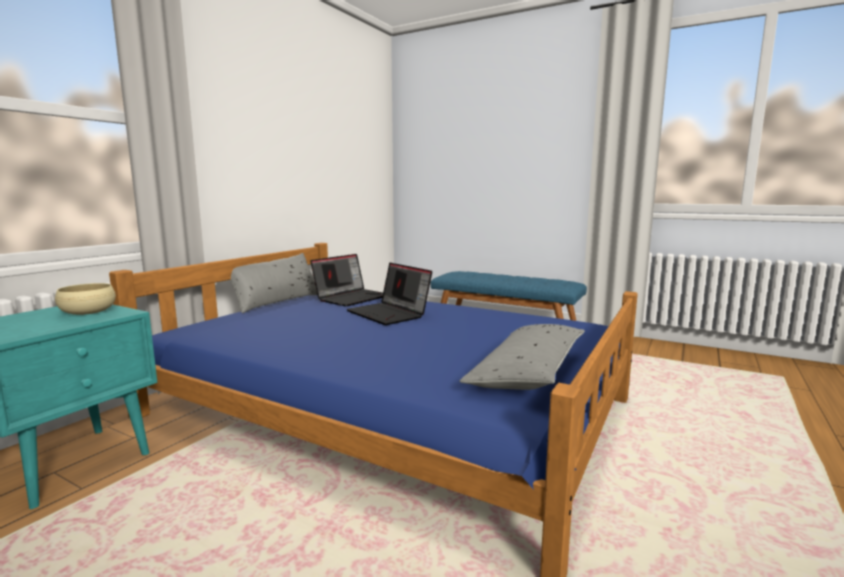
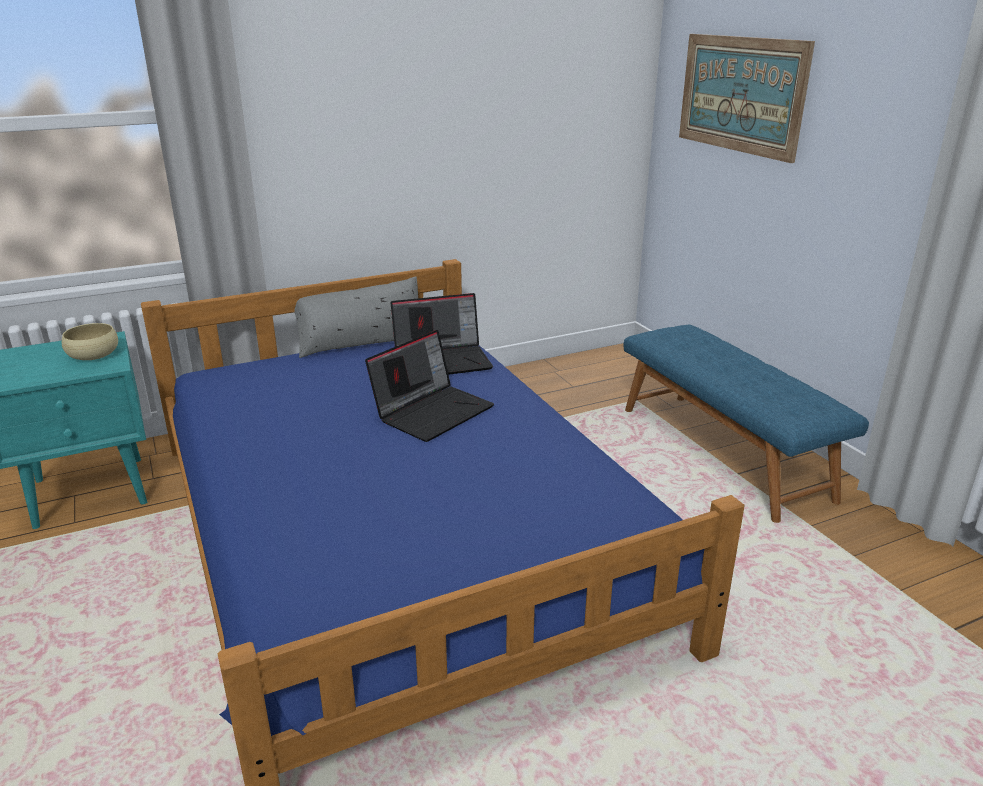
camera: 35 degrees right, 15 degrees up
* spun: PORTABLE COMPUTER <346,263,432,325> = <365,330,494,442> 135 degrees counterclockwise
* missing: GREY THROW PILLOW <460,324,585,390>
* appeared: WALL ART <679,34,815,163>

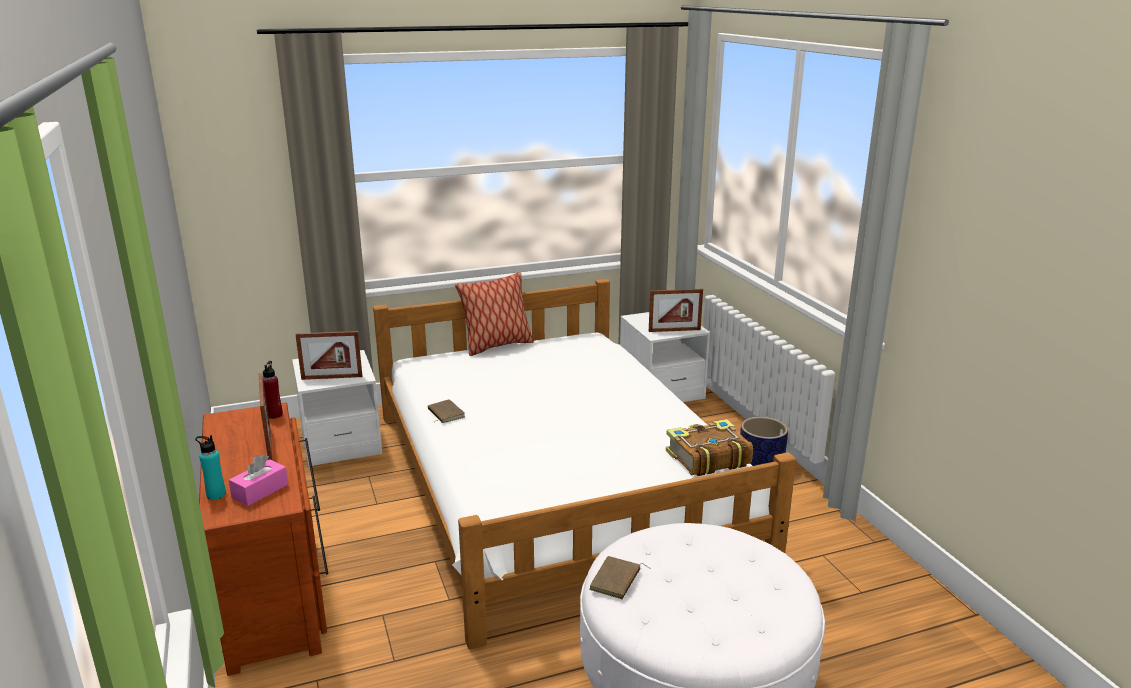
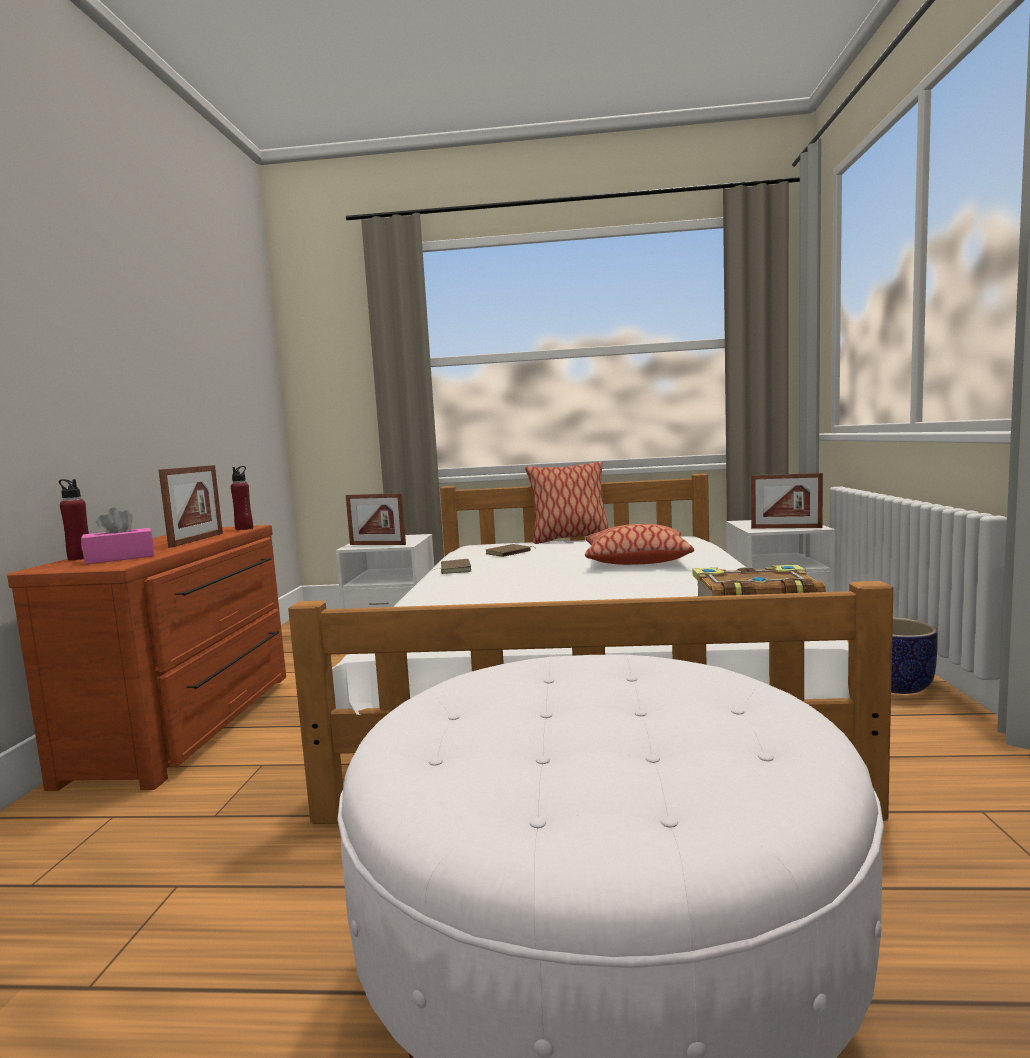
camera: 25 degrees right, 15 degrees down
* colour: TURQUOISE-COLOURED DRINK BOTTLE <195,435,226,500> to RED-COLOURED DRINK BOTTLE <59,479,89,560>
* relocated: BROWN-COLOURED VOLUME <589,556,651,599> to <486,544,535,557>
* appeared: THROW PILLOW <585,524,694,565>

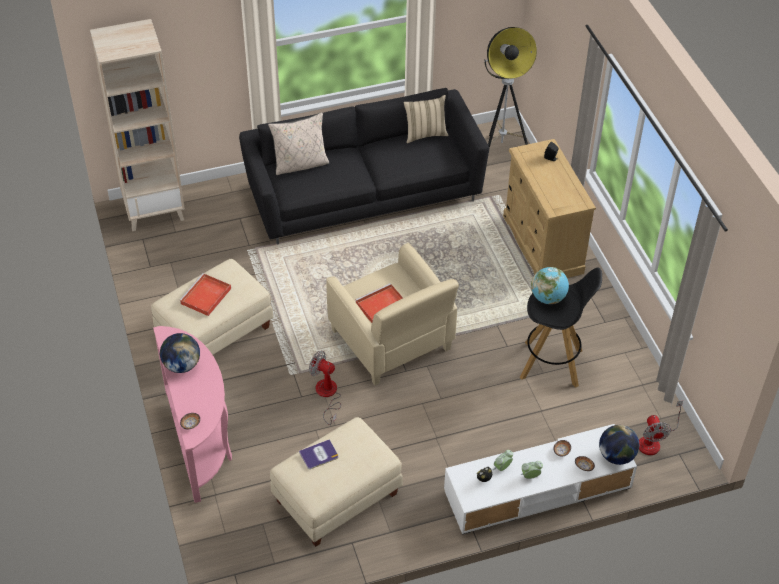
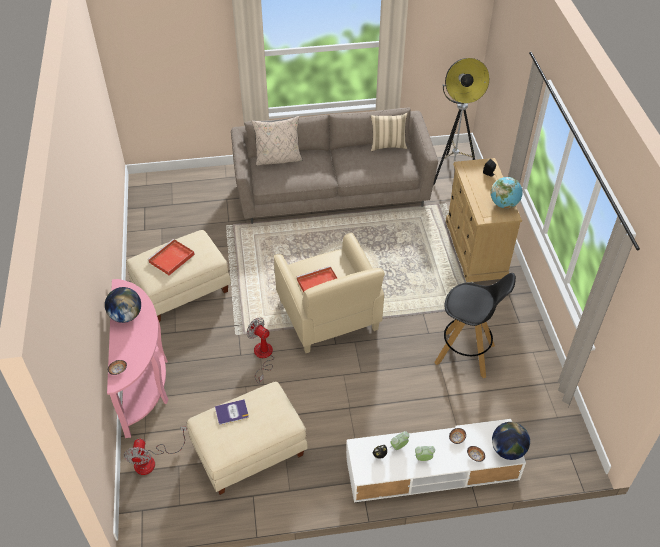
camera: 10 degrees right, 0 degrees up
* missing: SAND-COLOURED BOOKCASE <90,19,185,231>
* colour: BLACKISH SOFA <239,88,489,245> to SAND-COLOURED SOFA <231,107,438,224>
* relocated: GLOBE <531,267,569,304> to <491,177,523,208>
* relocated: ELECTRIC FAN <639,401,683,455> to <124,427,187,475>

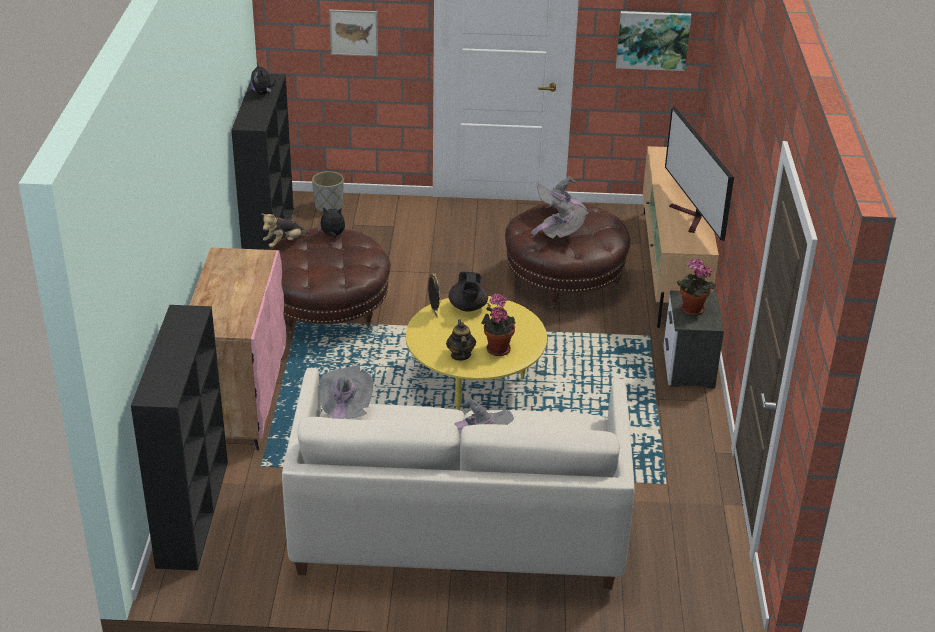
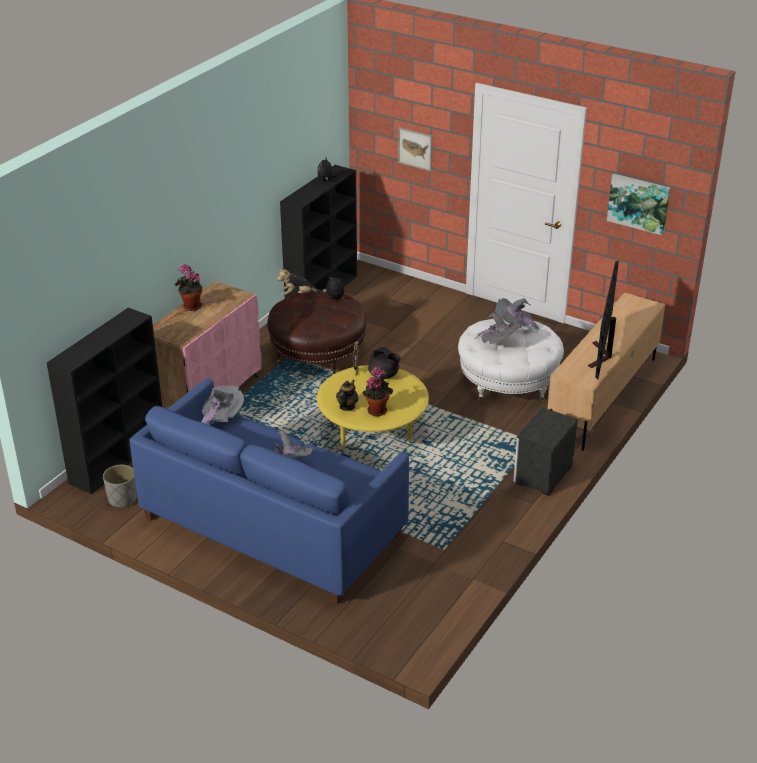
camera: 30 degrees right, 0 degrees up
* relocated: GREY PLANTER <312,171,344,211> to <103,465,137,508>
* colour: BROWN-COLOURED OTTOMAN <505,203,630,309> to WHITISH OTTOMAN <458,319,564,400>
* relocated: POTTED PLANT <677,259,716,316> to <174,264,202,311>
* spun: BLACKISH POT FOR TEA <449,272,488,312> = <368,347,401,379> 75 degrees counterclockwise
* colour: WHITISH SOFA <282,368,634,589> to BLUE-COLOURED SOFA <129,378,409,605>

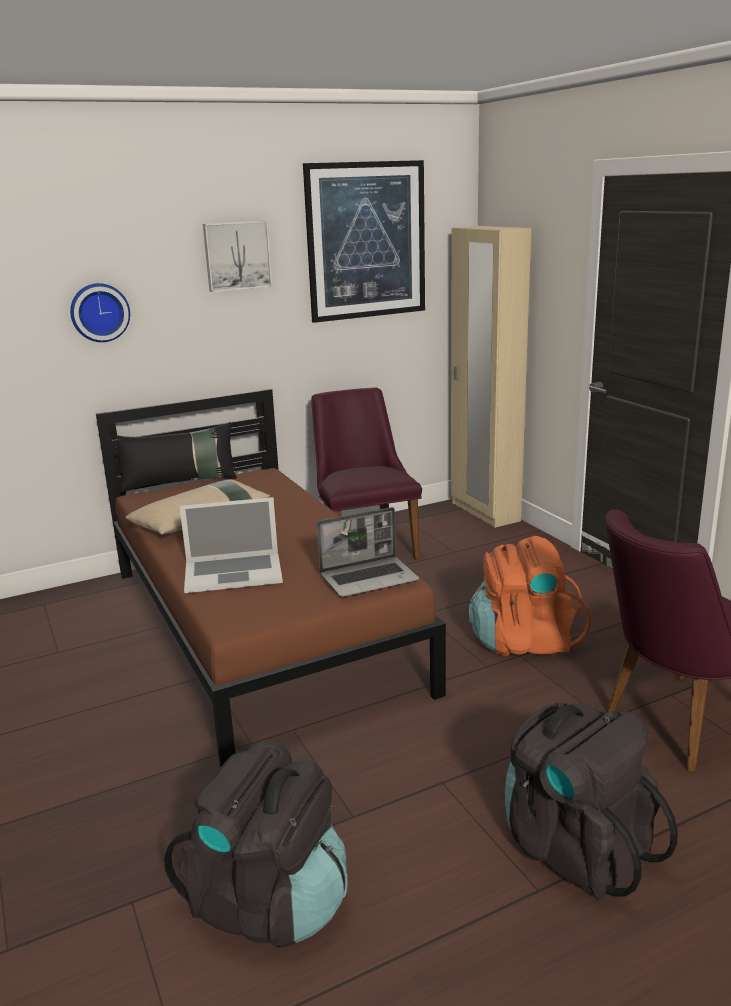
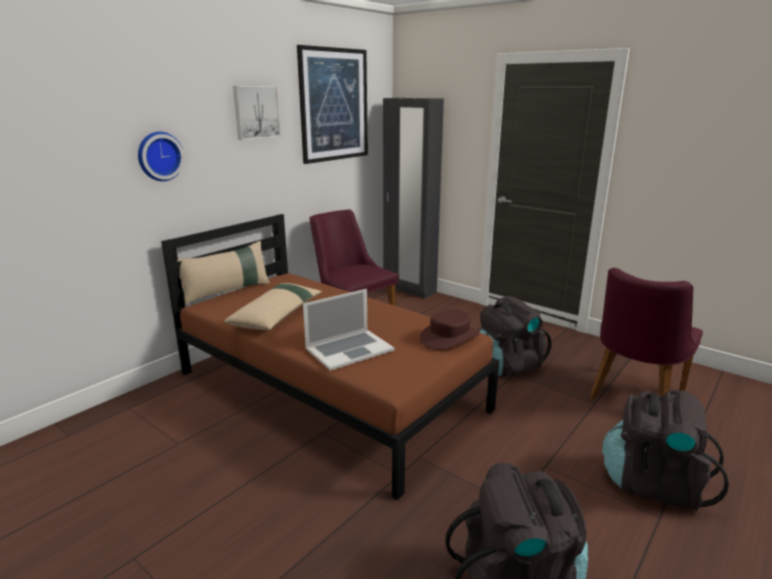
camera: 25 degrees left, 0 degrees up
* colour: SAND-COLOURED ARMOIRE <451,226,531,528> to BLACKISH ARMOIRE <383,98,444,299>
* colour: BLACKISH THROW PILLOW <116,422,237,493> to SAND-COLOURED THROW PILLOW <177,241,270,305>
* exchanged: PORTABLE COMPUTER <317,507,419,597> to BROWN-COLOURED HAT <420,309,479,350>
* colour: ORANGEY BACKPACK <469,536,591,656> to BLACKISH BACKPACK <480,296,552,377>

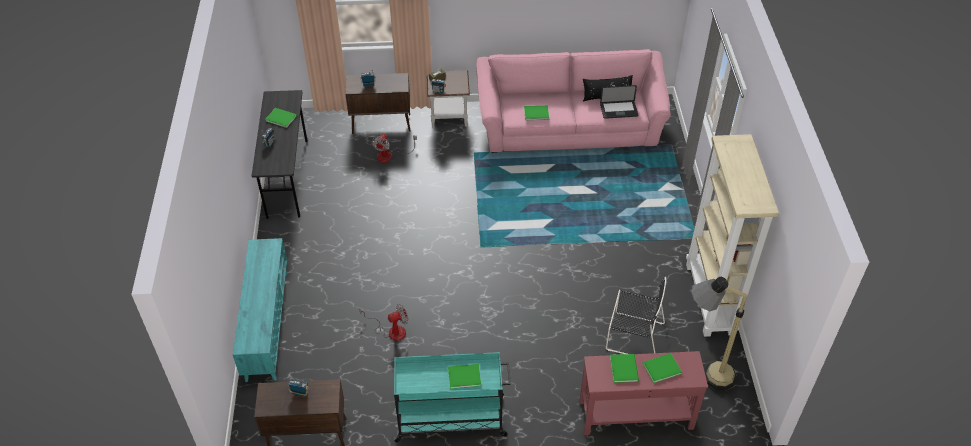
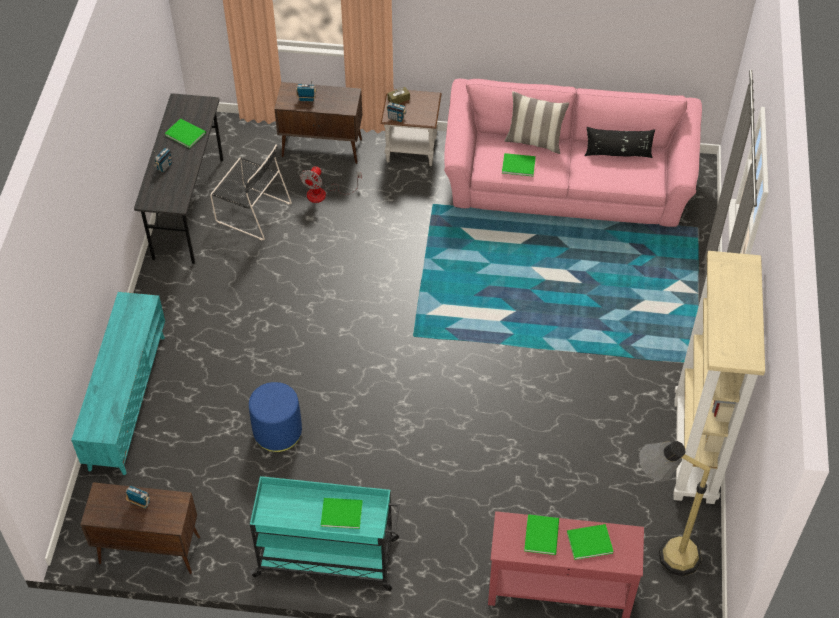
camera: 10 degrees right, 5 degrees up
* missing: PORTABLE COMPUTER <600,85,638,119>
* relocated: BLACKISH UPRIGHT CHAIR <606,277,666,354> to <210,145,292,240>
* exchanged: ELECTRIC FAN <359,304,408,341> to BLUE-COLOURED OTTOMAN <249,382,302,452>
* appeared: THROW PILLOW <505,91,569,154>

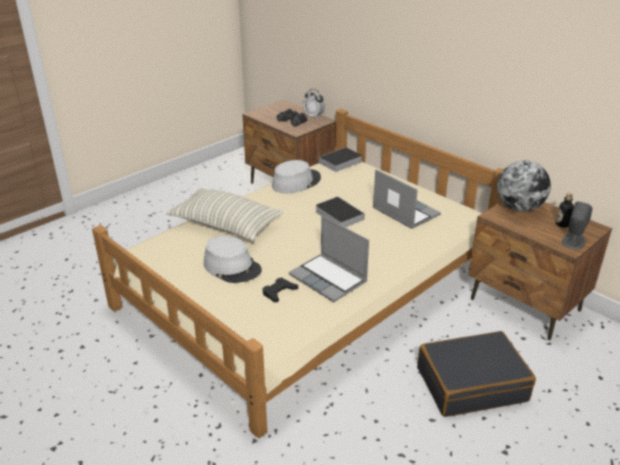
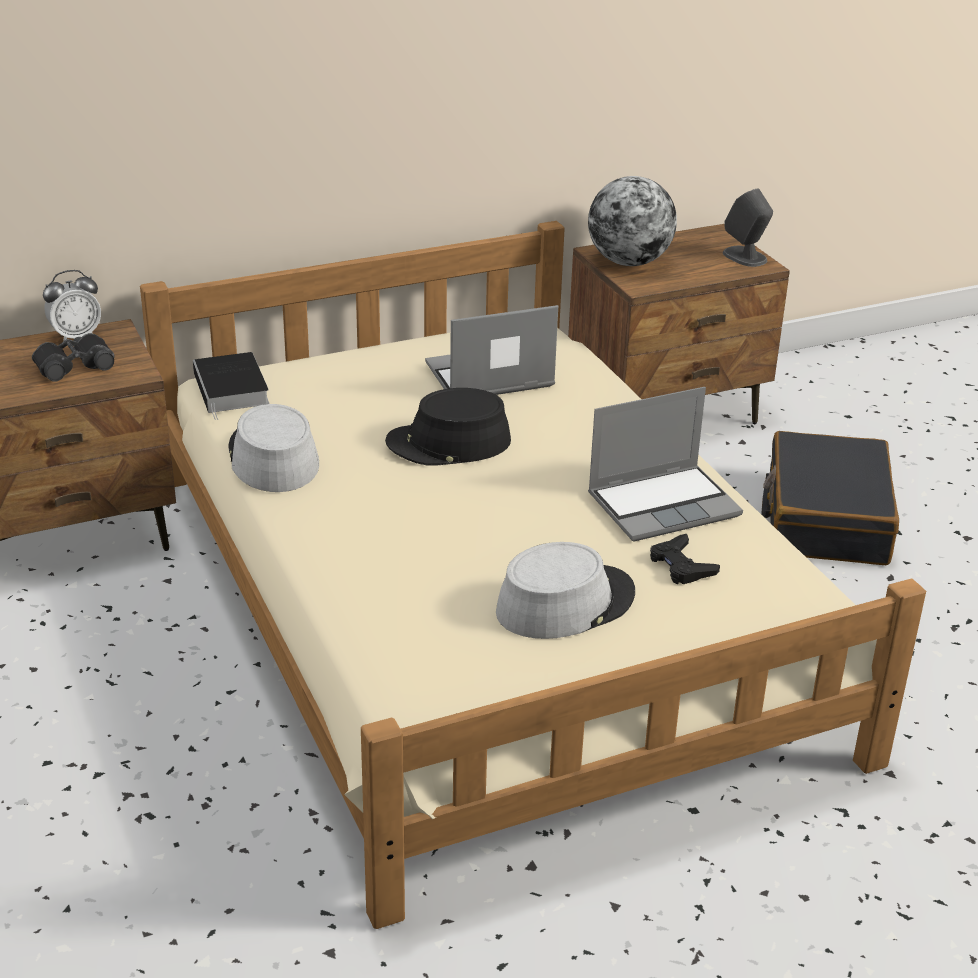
camera: 70 degrees left, 0 degrees up
* missing: THROW PILLOW <167,188,283,241>
* missing: DRINK BOTTLE <556,193,574,228>
* exchanged: VOLUME <315,197,365,227> to BLACKISH HAT <385,388,511,466>

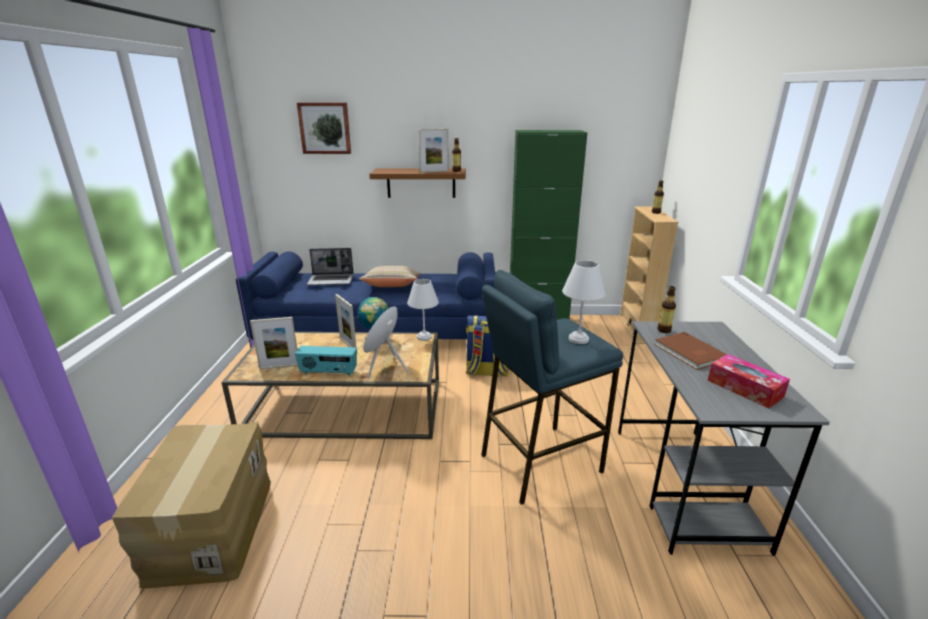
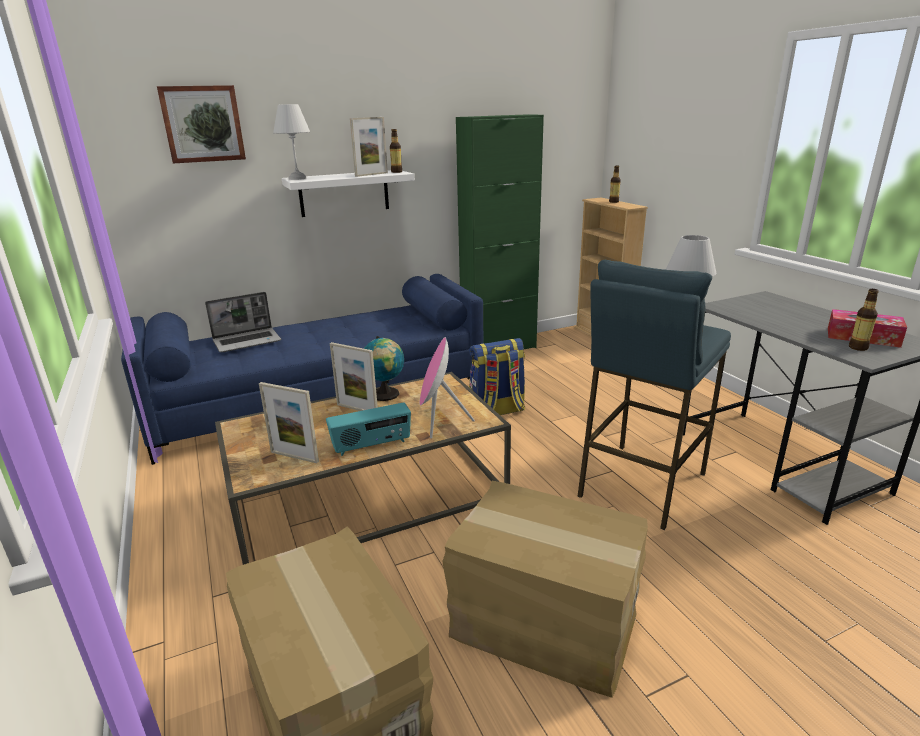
camera: 25 degrees left, 0 degrees up
* colour: BROWN-COLOURED SHELF <369,168,466,198> to WHITISH SHELF <282,170,415,217>
* missing: SAND-COLOURED THROW PILLOW <359,266,421,287>
* relocated: WHITISH TABLETOP LAMP <407,279,439,341> to <273,104,310,180>
* relocated: DRINK BOTTLE <657,286,676,333> to <849,289,879,351>
* spun: PHOTO FRAME <250,317,298,370> = <259,382,319,463> 60 degrees clockwise
* missing: BROWN-COLOURED VOLUME <654,332,727,370>
* appeared: CARTON <443,481,648,698>

